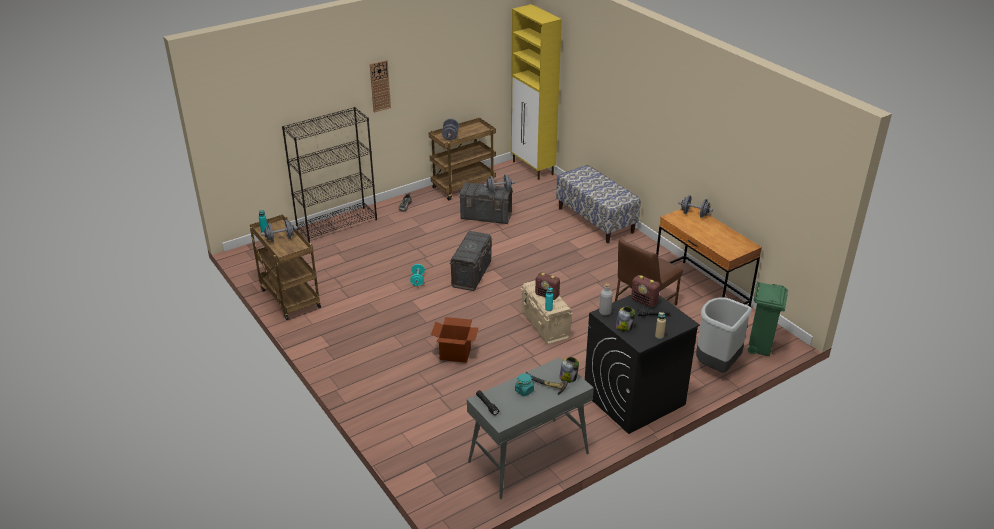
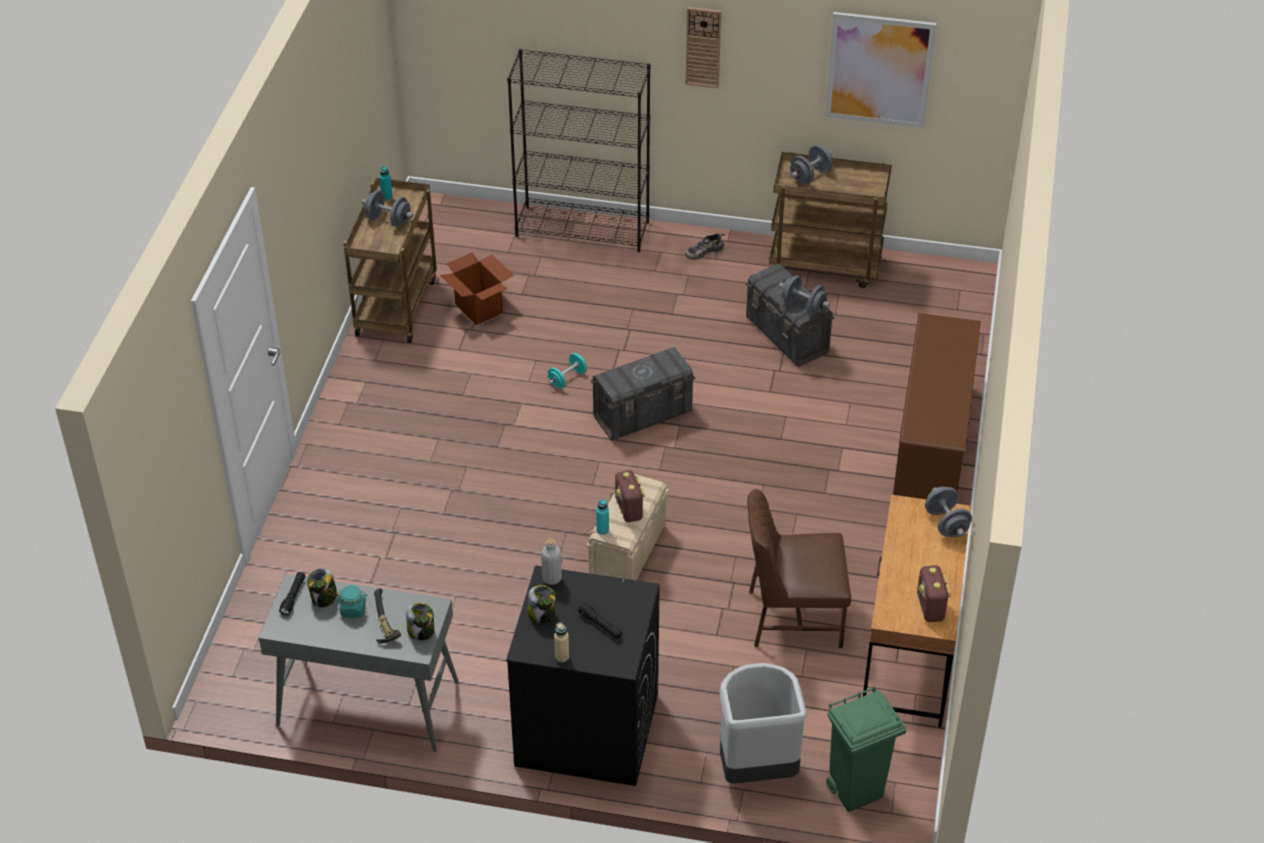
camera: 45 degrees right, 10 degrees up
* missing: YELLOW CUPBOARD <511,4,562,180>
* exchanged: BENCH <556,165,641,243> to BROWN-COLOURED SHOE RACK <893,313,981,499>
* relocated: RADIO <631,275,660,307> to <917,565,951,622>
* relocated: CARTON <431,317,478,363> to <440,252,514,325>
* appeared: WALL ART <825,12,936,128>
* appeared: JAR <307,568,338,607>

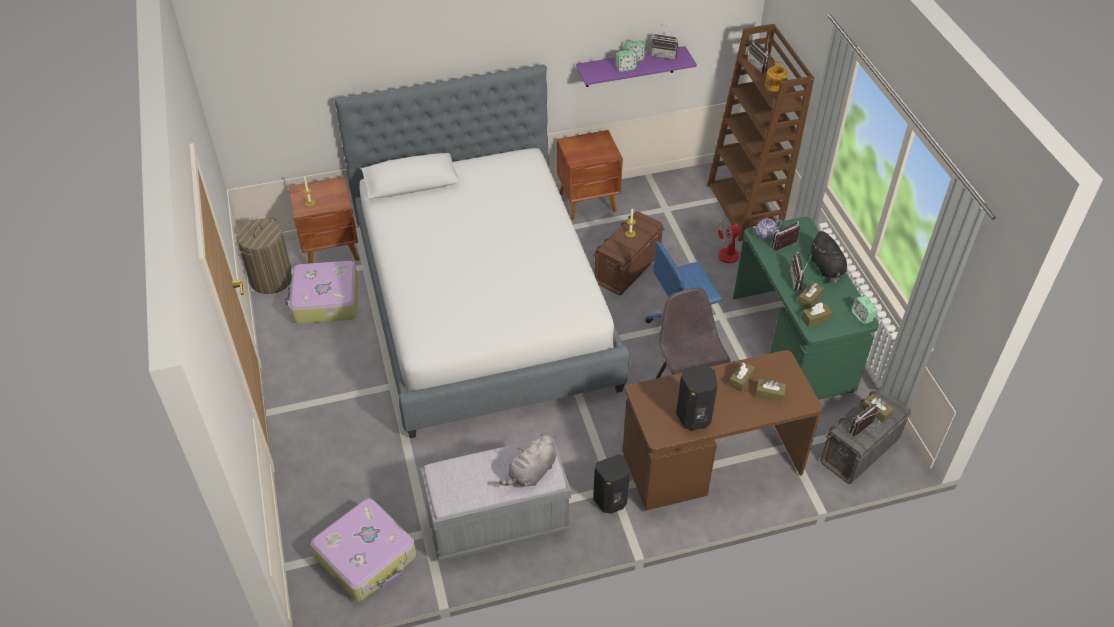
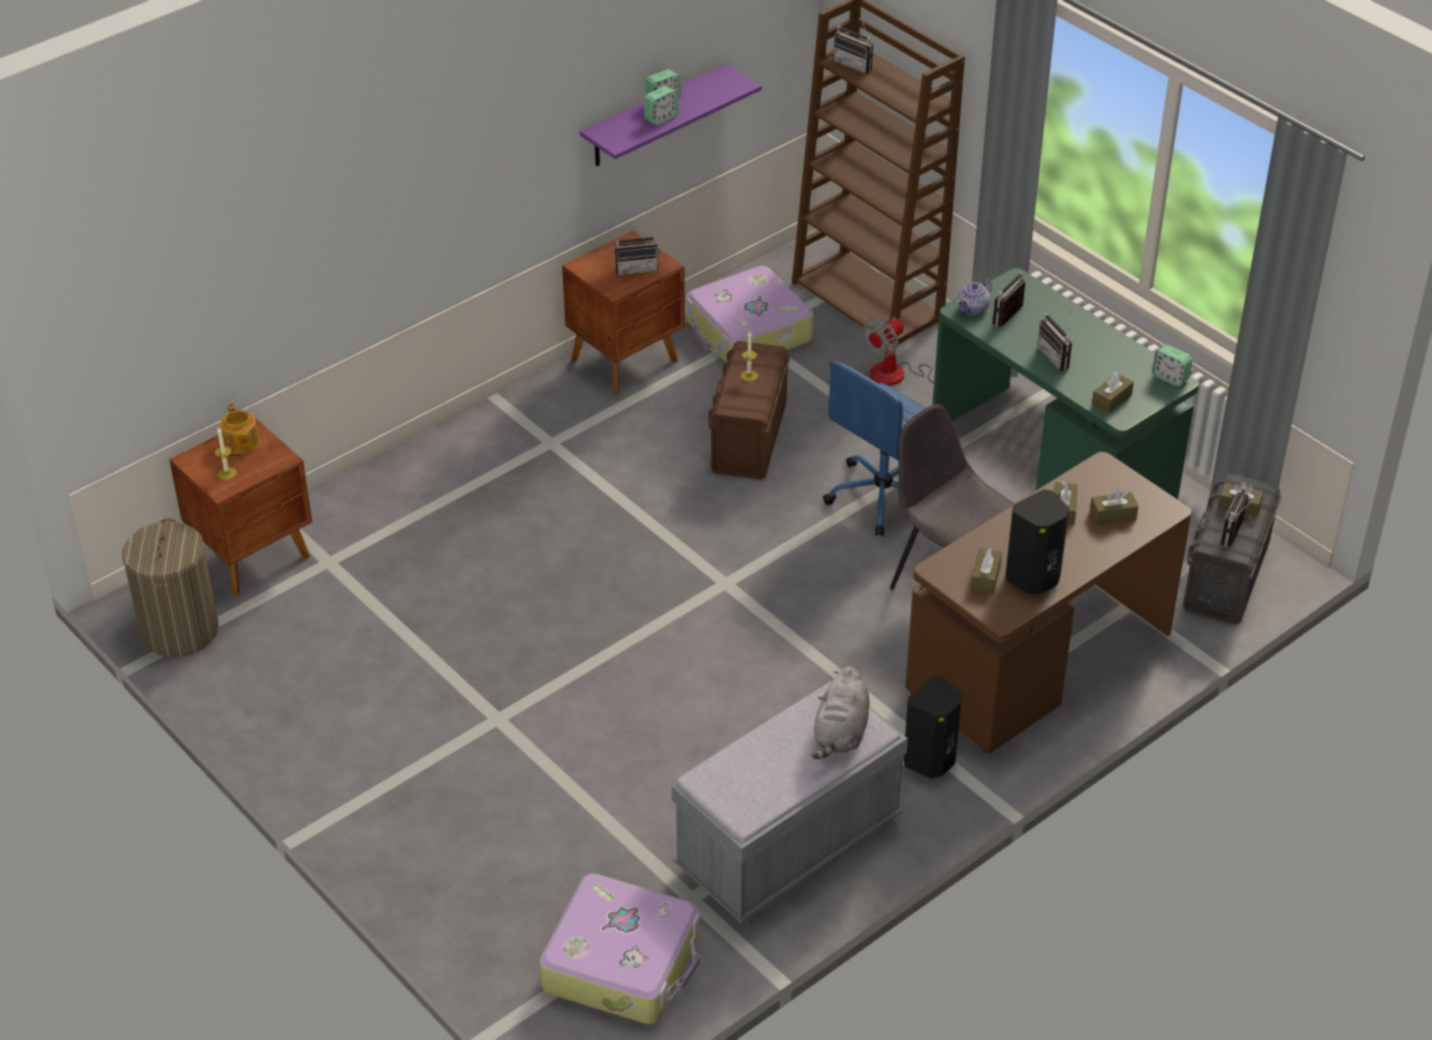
camera: 25 degrees left, 5 degrees down
* relocated: RADIO <651,26,679,60> to <615,223,659,275>
* relocated: POT FOR TEA <765,61,788,92> to <220,403,259,454>
* missing: BEDROOM BED <335,64,629,438>
* missing: BLACKISH CUDDLY TOY <811,231,847,284>
* relocated: SUITCASE <285,261,358,324> to <686,266,813,363>
* relocated: BROWN-COLOURED BOX OF TISSUES <797,282,824,309> to <971,548,1002,594>

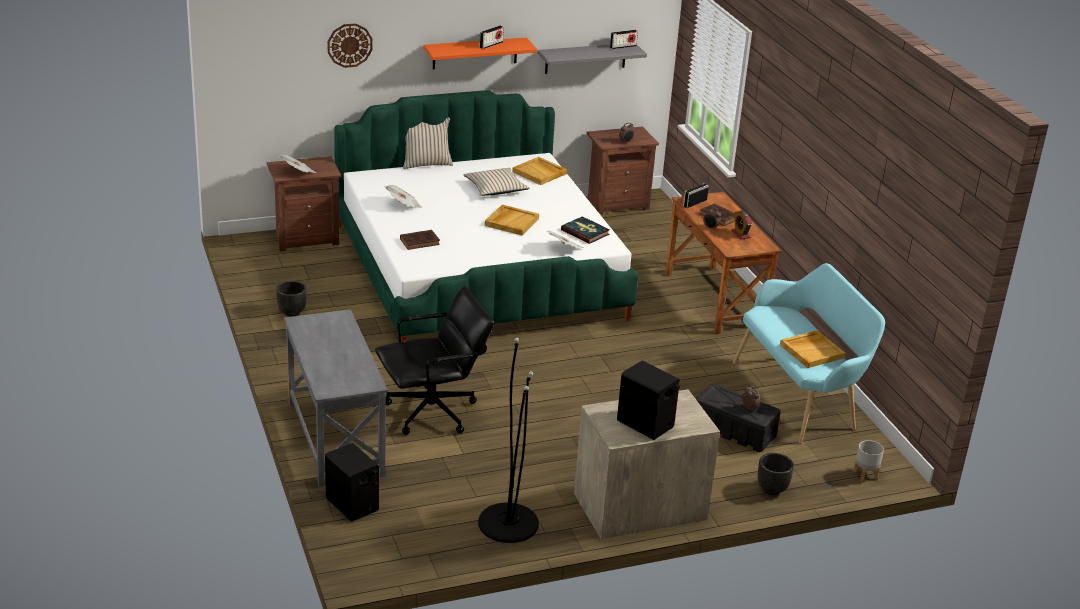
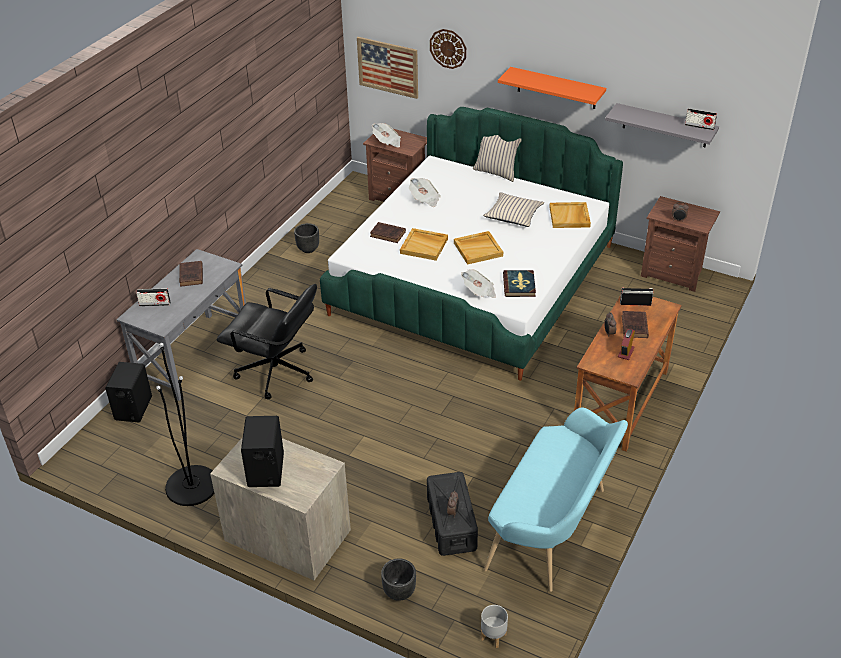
camera: 50 degrees right, 10 degrees up
* relocated: RADIO <479,25,504,49> to <136,288,170,306>
* relocated: SAND-COLOURED SERVING TRAY <780,330,845,368> to <400,228,448,261>
* appeared: WALL ART <357,37,418,99>
* appeared: BROWN-COLOURED VOLUME <179,261,203,286>

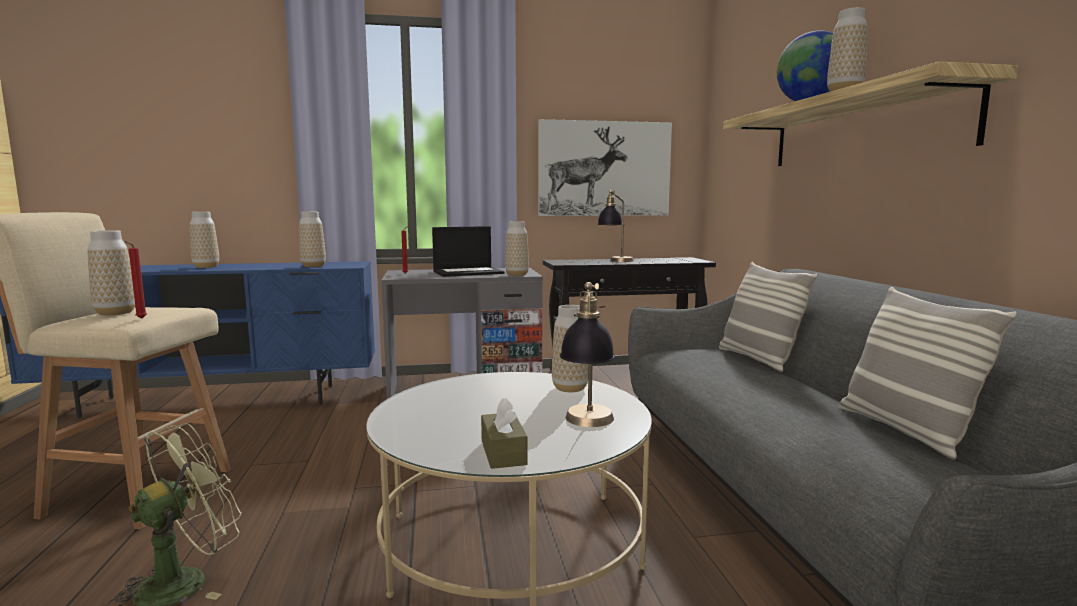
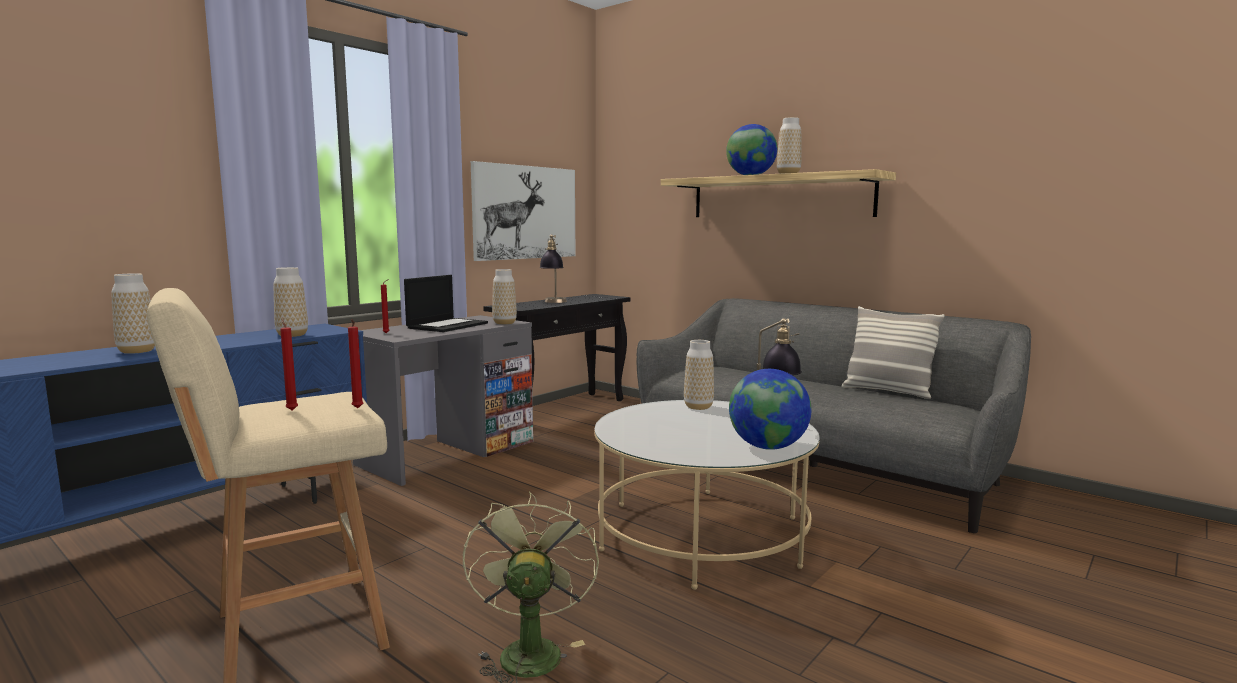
camera: 40 degrees left, 0 degrees up
* exchanged: FLOWER VASE <87,230,135,315> to RED-COLOURED WAX CANDLE <280,318,298,411>
* missing: THROW PILLOW <719,262,818,372>
* exchanged: BROWN-COLOURED BOX OF TISSUES <481,397,528,469> to GLOBE <729,369,811,450>

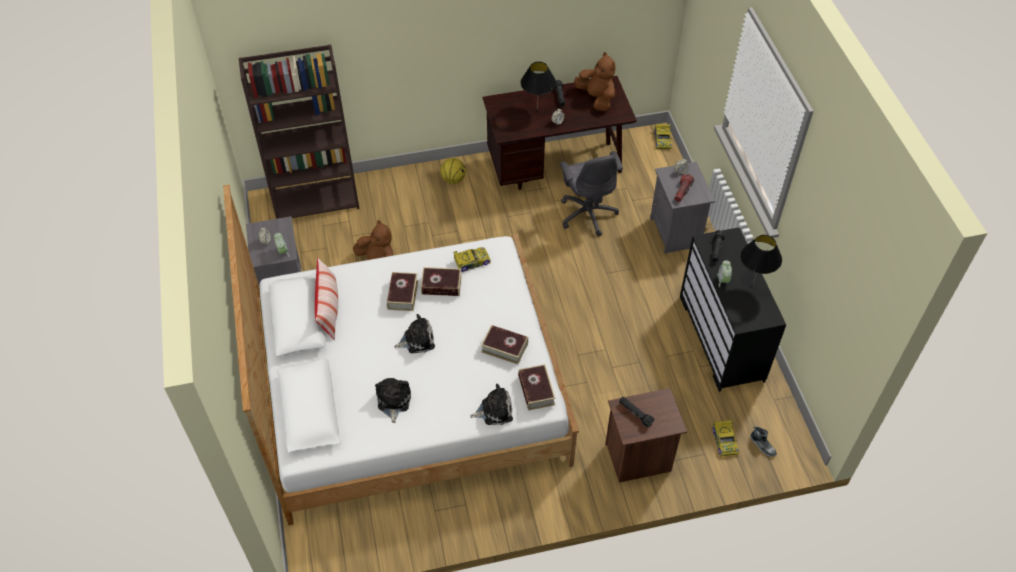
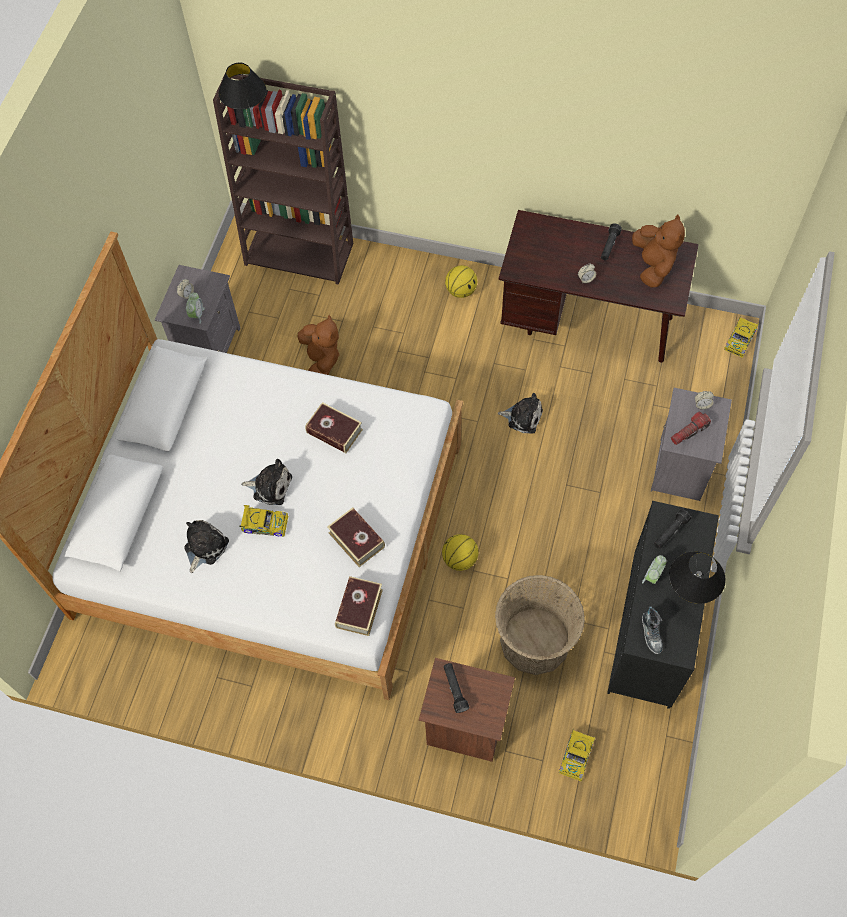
camera: 30 degrees right, 10 degrees up
* relocated: BLACKISH TABLETOP LAMP <521,62,556,111> to <218,63,267,126>
* missing: GREY OFFICE CHAIR <560,151,623,236>
* relocated: TOY CAR <453,247,491,272> to <240,505,288,537>
* missing: THROW PILLOW <315,257,338,340>
* missing: VOLUME <387,272,418,311>
* relocated: CUDDLY TOY <470,384,513,425> to <498,393,543,434>
* relocated: SHOE <750,426,777,457> to <642,606,663,654>
* appeared: BALL FOR BASKETBALL <442,534,479,571>
* appeared: HOUSEHOLD BASKET <495,575,585,675>

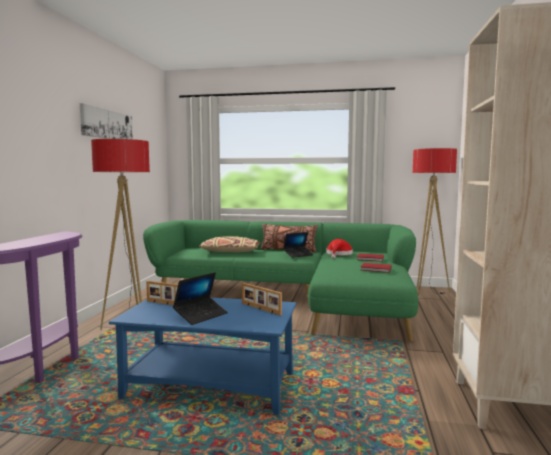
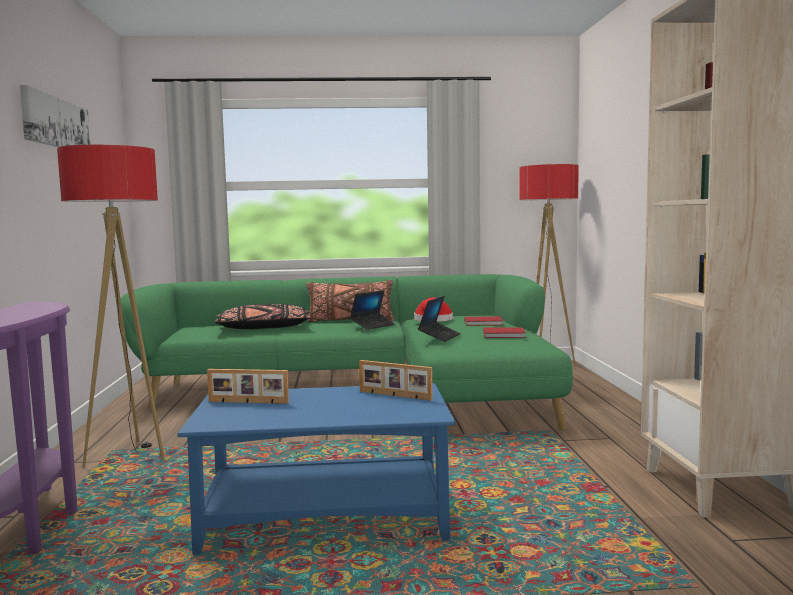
camera: 15 degrees left, 0 degrees up
* colour: SAND-COLOURED THROW PILLOW <199,236,261,252> to BLACKISH THROW PILLOW <215,303,311,329>
* relocated: PORTABLE COMPUTER <173,273,228,325> to <418,296,461,342>

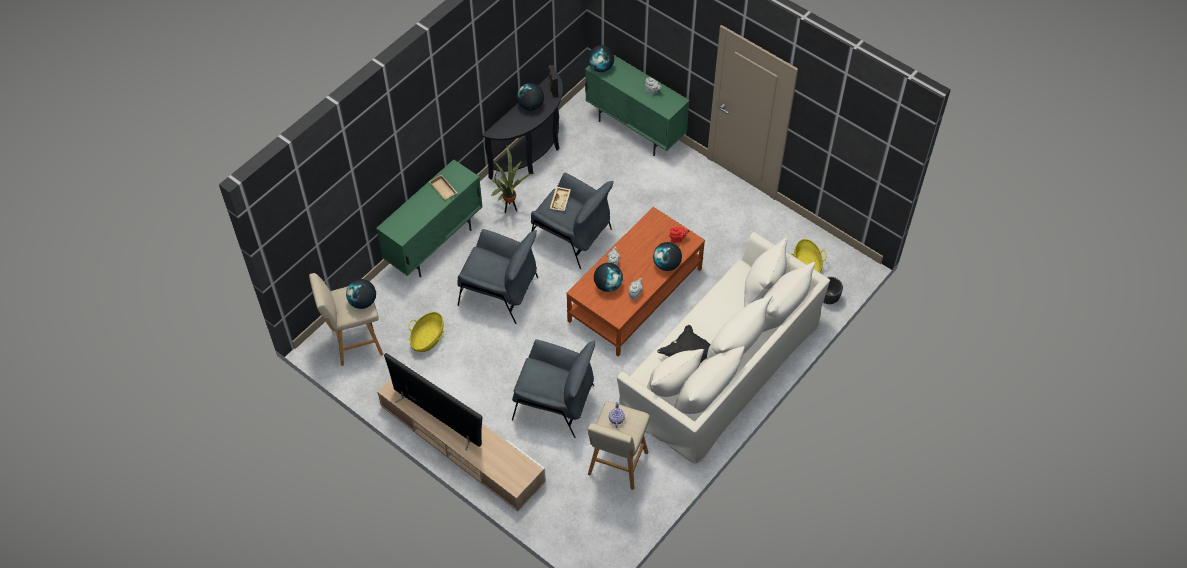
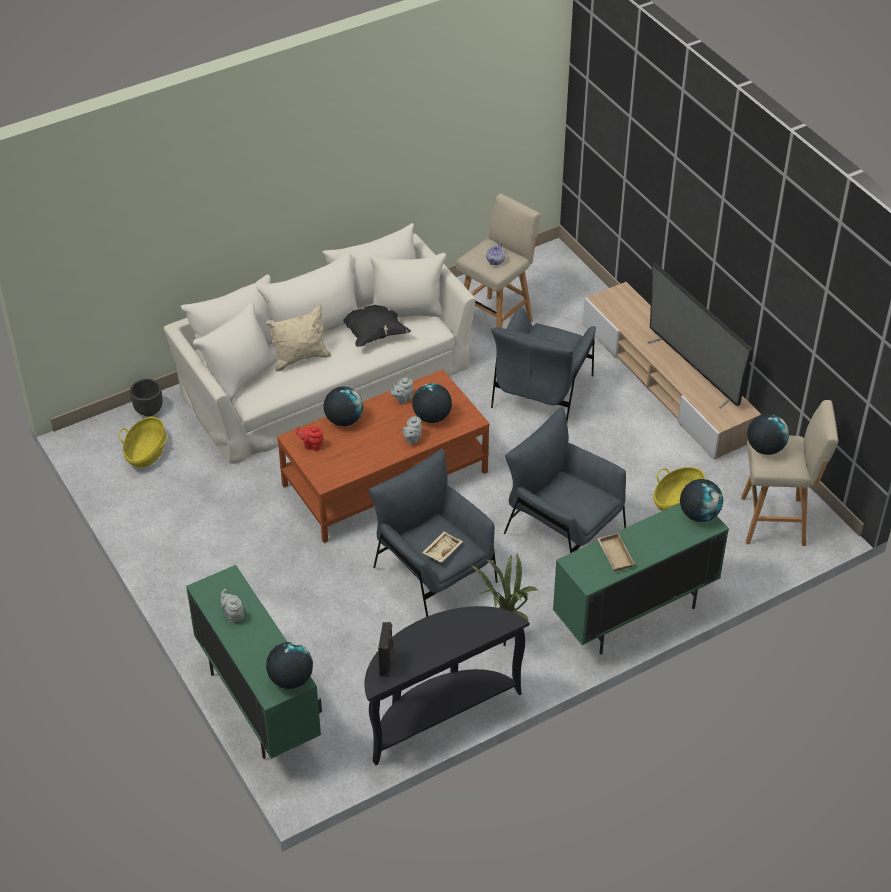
camera: 160 degrees left, 10 degrees down
* relocated: GLOBE <517,83,544,111> to <680,479,723,522>
* spun: GREY EASY CHAIR <512,339,595,438> = <491,306,596,421> 105 degrees counterclockwise
* appeared: SAND-COLOURED THROW PILLOW <266,305,331,372>

